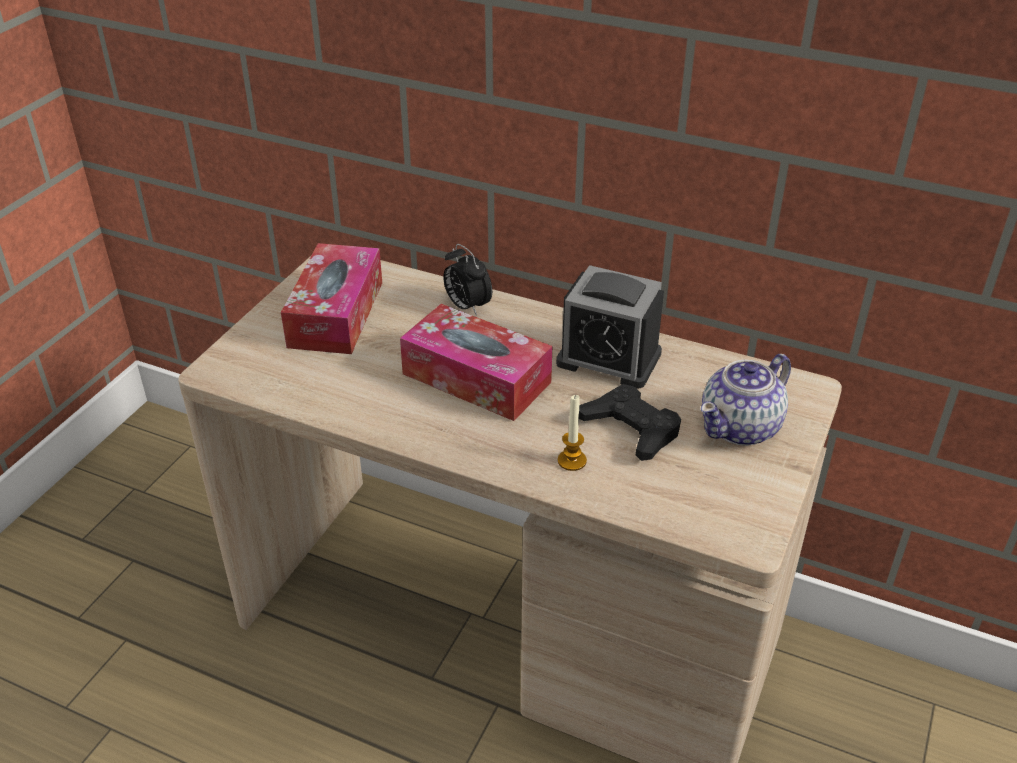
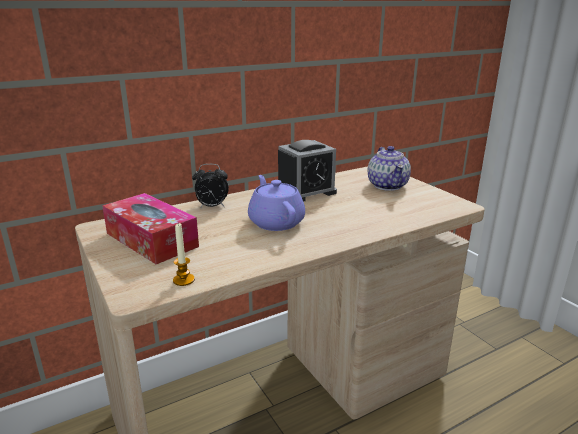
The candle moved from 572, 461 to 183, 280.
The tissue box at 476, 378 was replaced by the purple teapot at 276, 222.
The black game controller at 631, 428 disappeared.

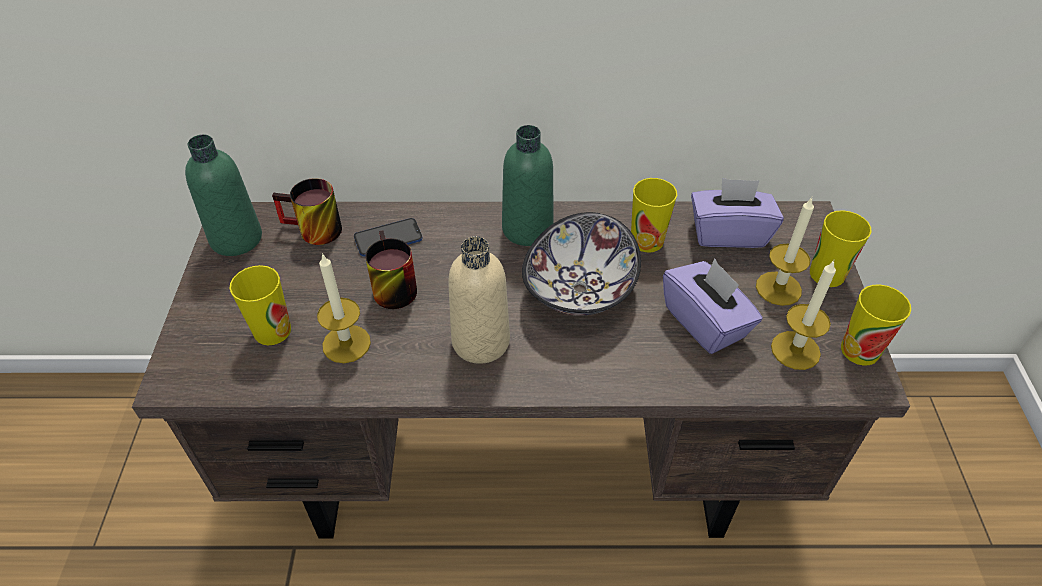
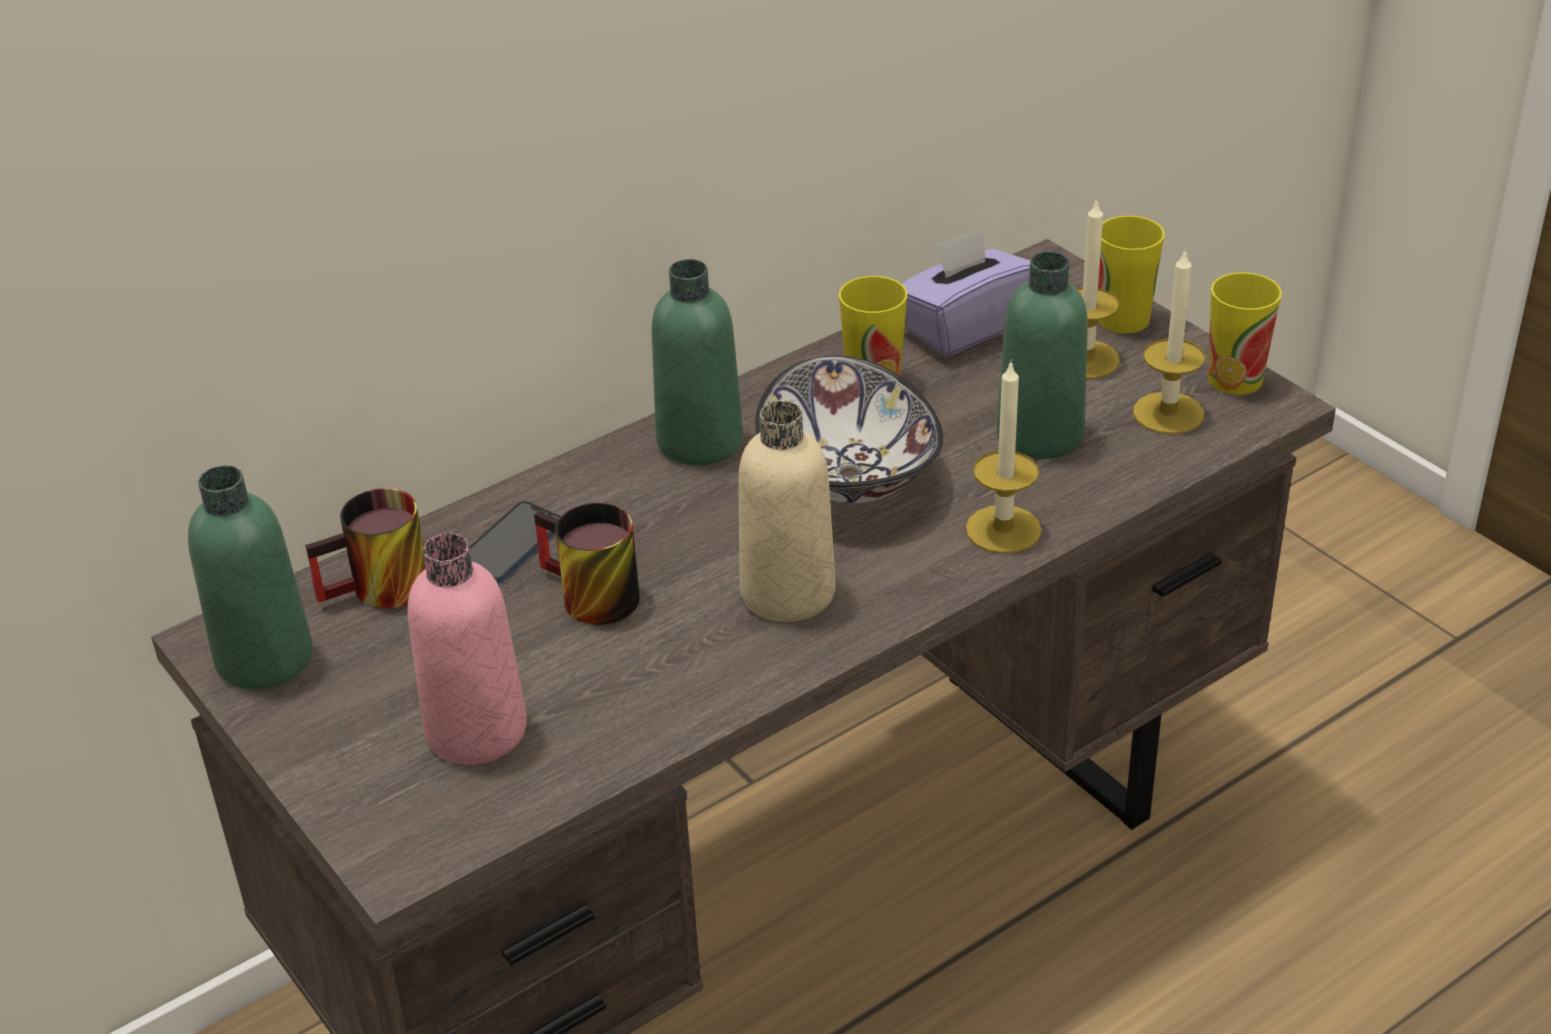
The cup at 272, 331 was replaced by the pink bottle at 476, 731.
The candle moved from 346, 344 to 1003, 529.
The purple tissue box at 705, 322 was replaced by the green bottle at 1040, 435.

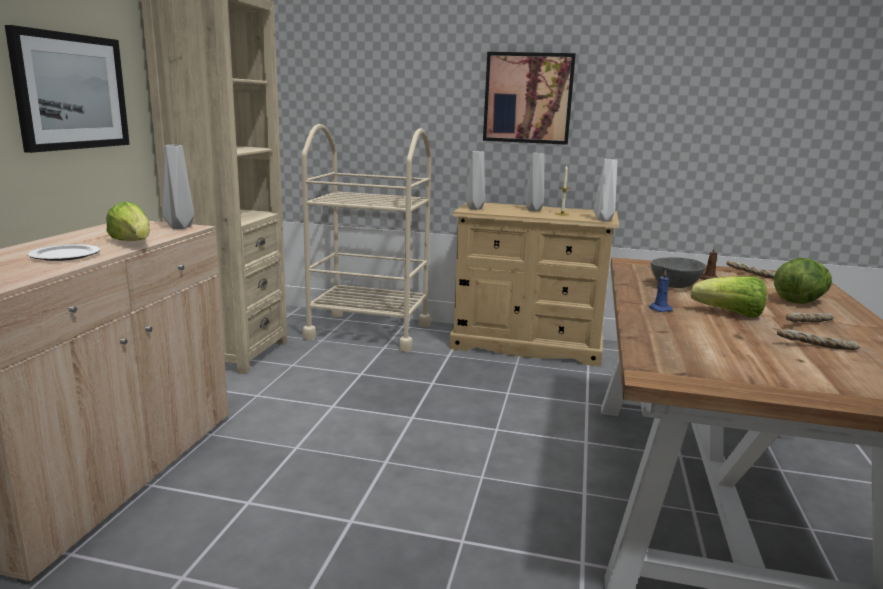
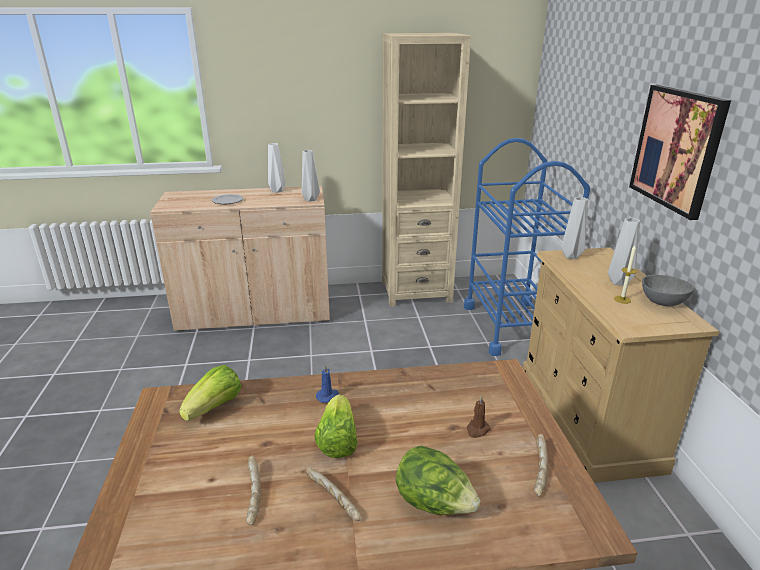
The lettuce moved from 133, 243 to 215, 407.
The white vase moved from 604, 220 to 277, 191.
The beige cart at 369, 331 became the blue cart at 511, 326.
The grey bowl moved from 676, 286 to 663, 303.
The picture at 71, 92 disappeared.

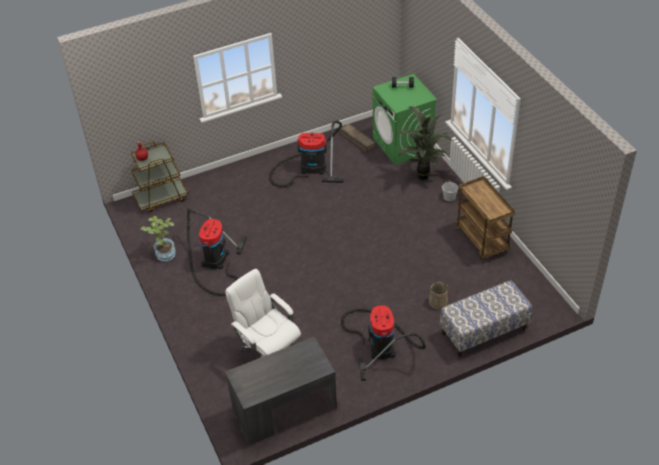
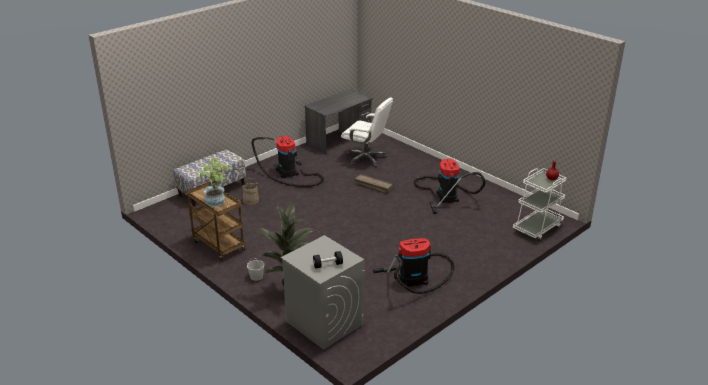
The potted plant moved from 164, 252 to 217, 202.
The green washing machine at 402, 144 became the grey washing machine at 324, 322.
The crate moved from 358, 139 to 373, 186.
The brown cart at 161, 198 became the white cart at 537, 228.

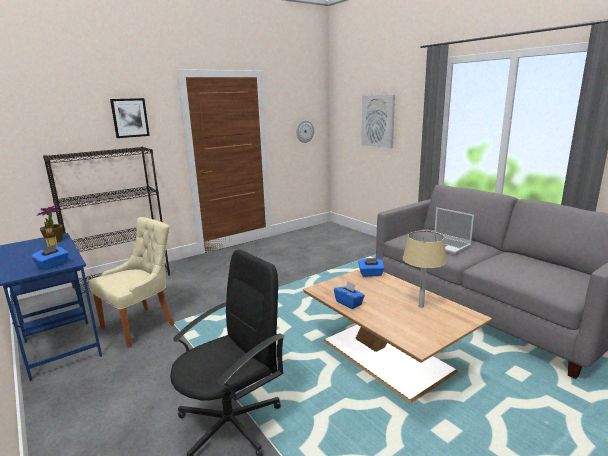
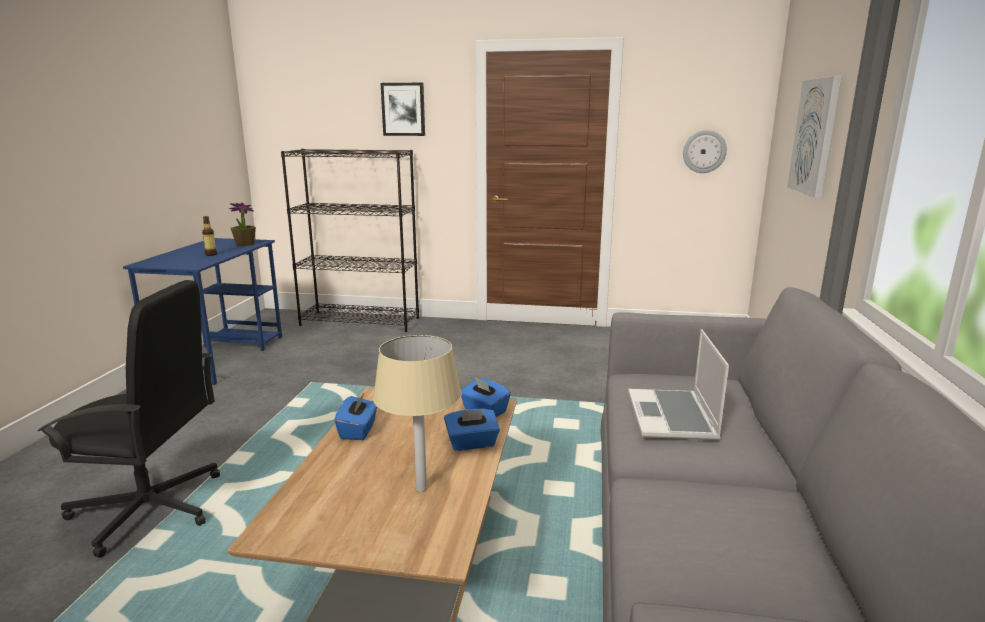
The blue tissue box moved from 53, 265 to 472, 443.
The beige chair at 141, 325 disappeared.

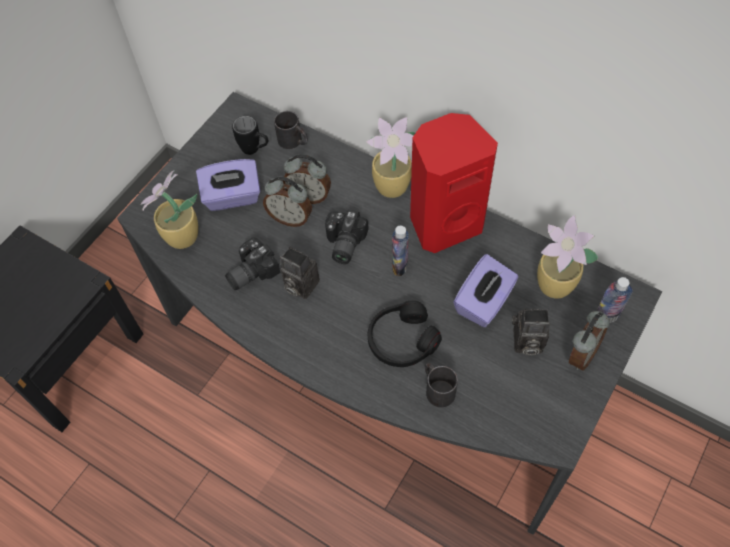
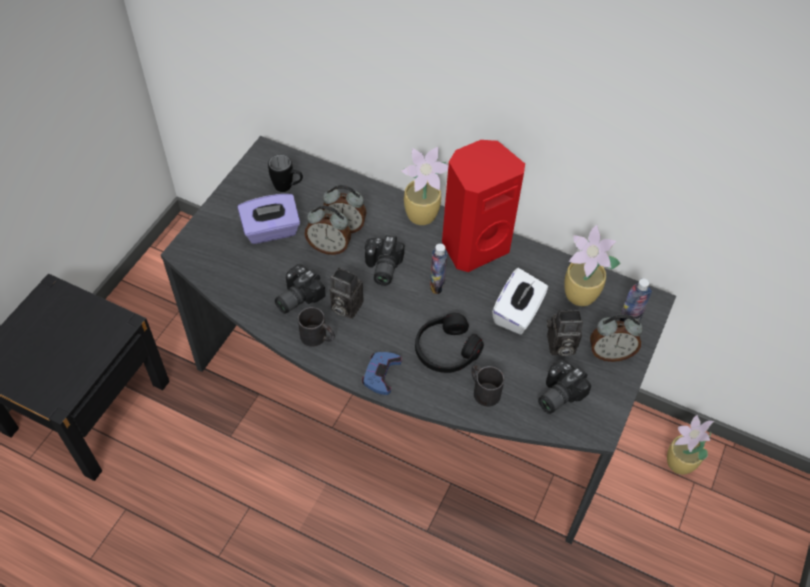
The black mug moved from 294, 141 to 318, 337.
The blue game controller at 381, 374 appeared.
The purple tissue box at 484, 302 became the white tissue box at 517, 313.
The photo camera at 556, 394 appeared.
The alarm clock at 581, 354 turned 60 degrees clockwise.
The potted plant moved from 180, 238 to 678, 464.

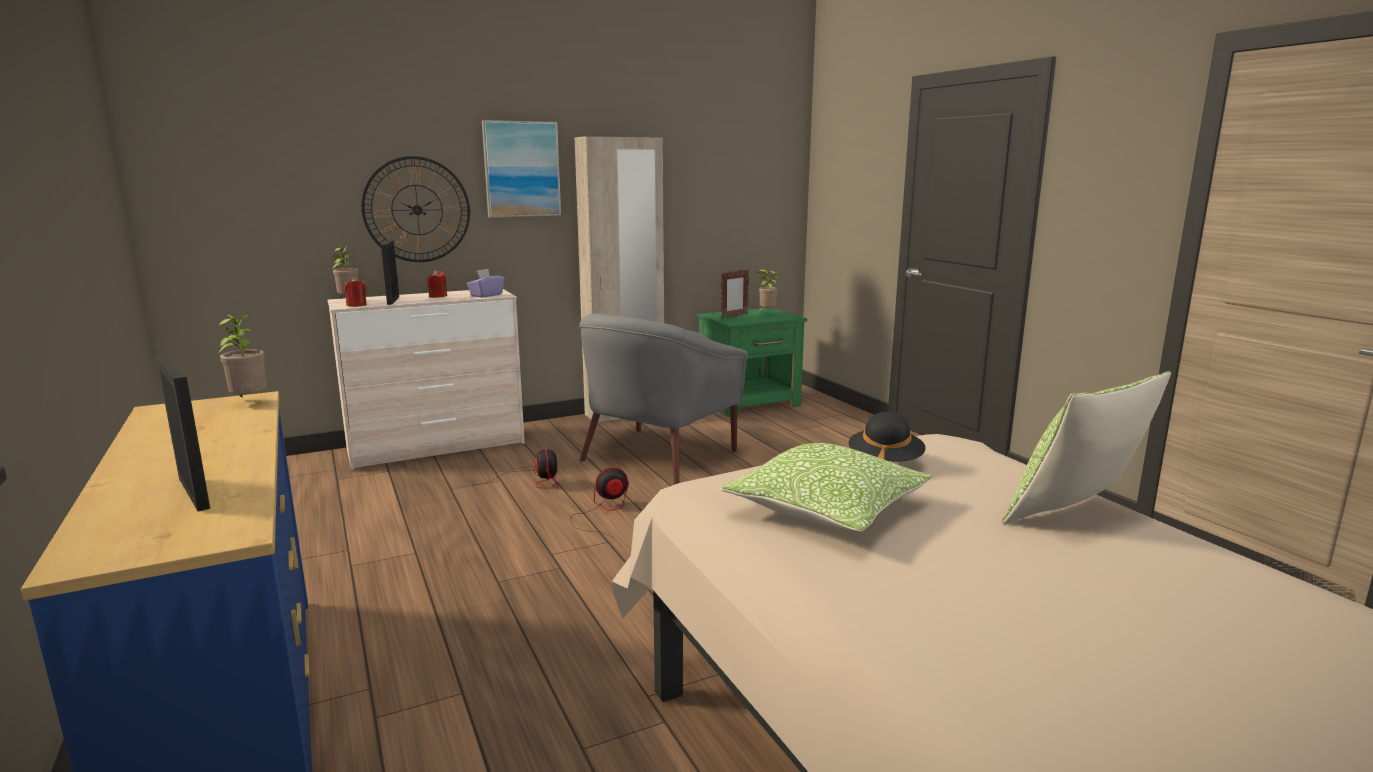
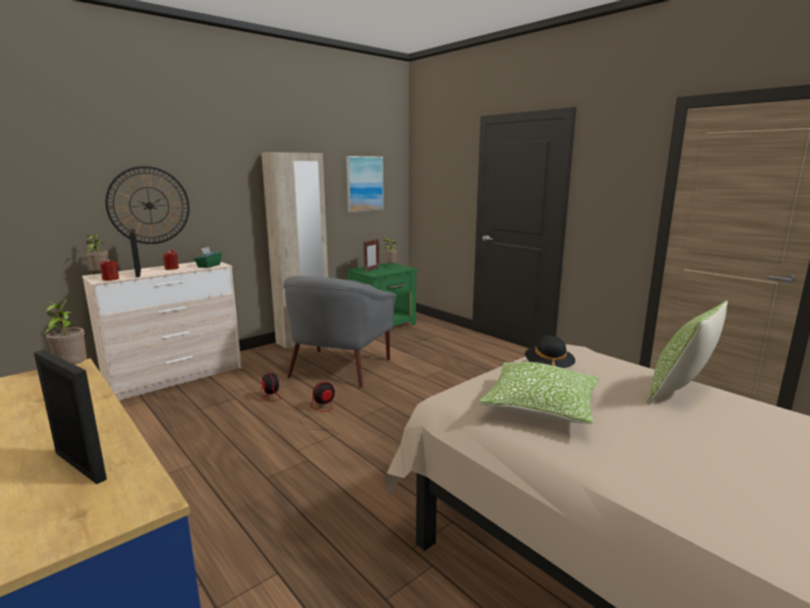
The purple tissue box at 486, 295 became the green tissue box at 208, 266.
The picture moved from 521, 169 to 364, 184.

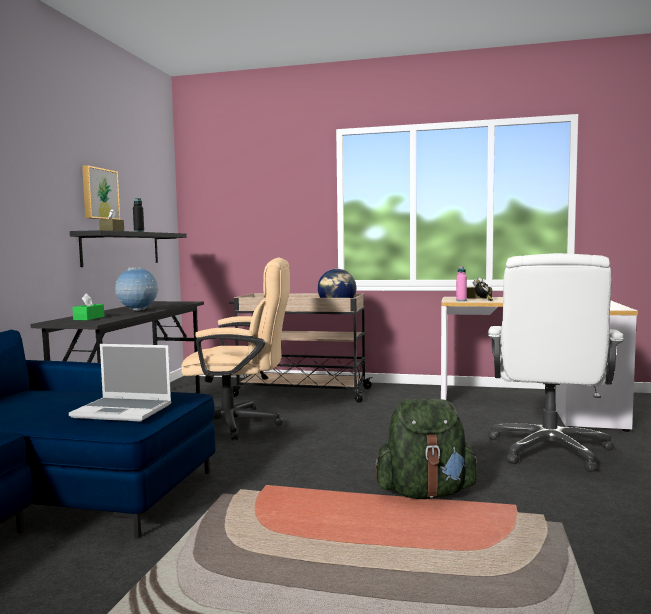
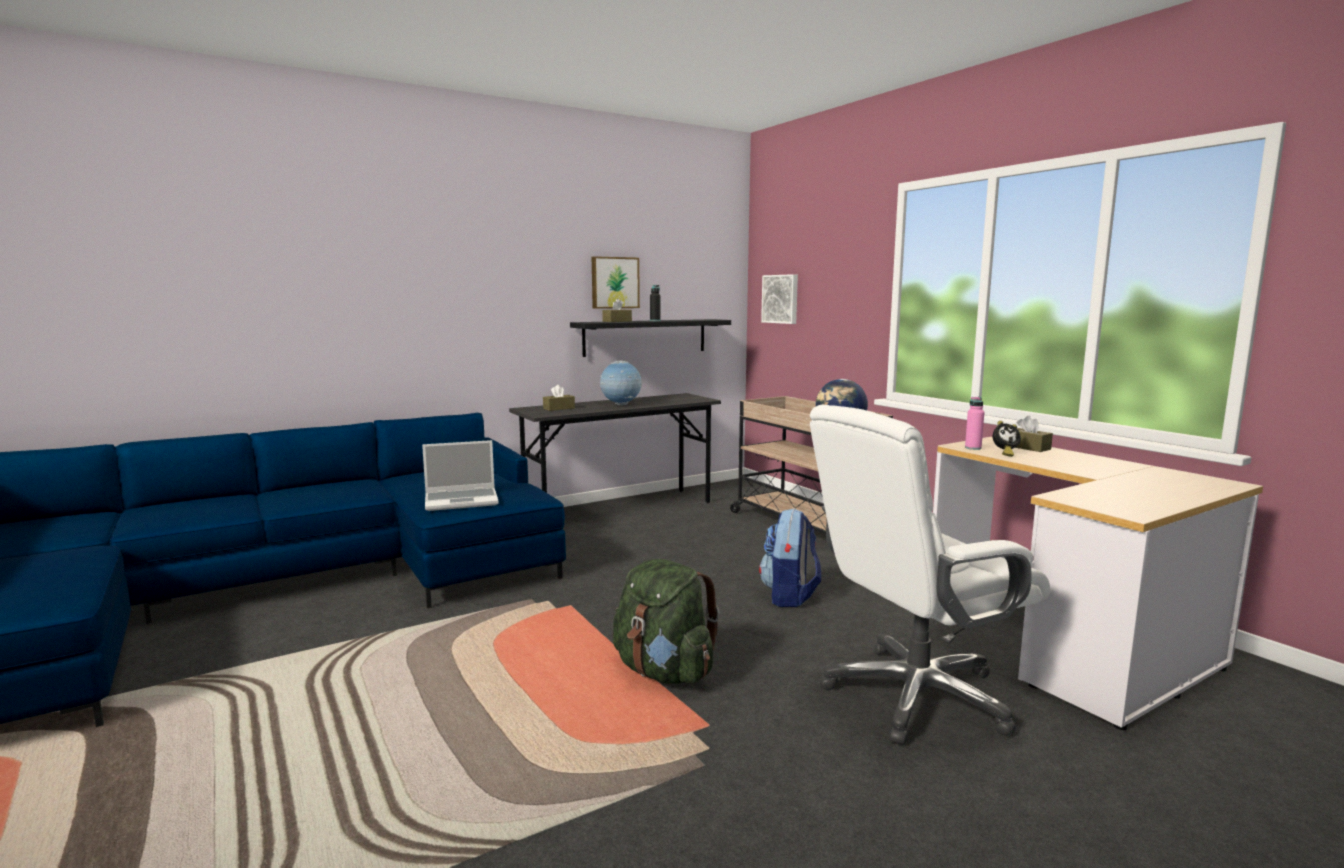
The laptop at 124, 411 turned 75 degrees counterclockwise.
The green tissue box at 89, 318 became the brown tissue box at 559, 408.
The backpack at 790, 596 appeared.
The picture at 781, 299 appeared.
The beige office chair at 239, 425 disappeared.

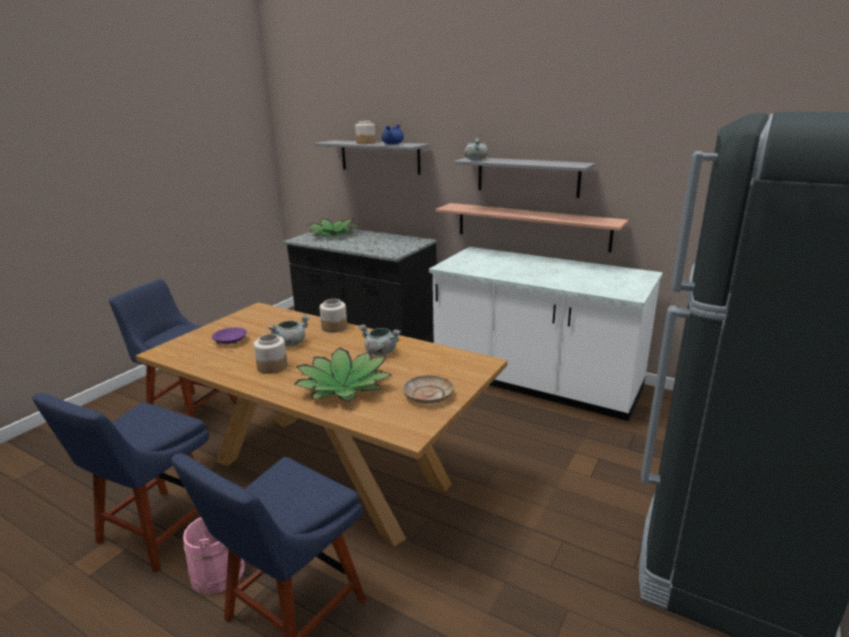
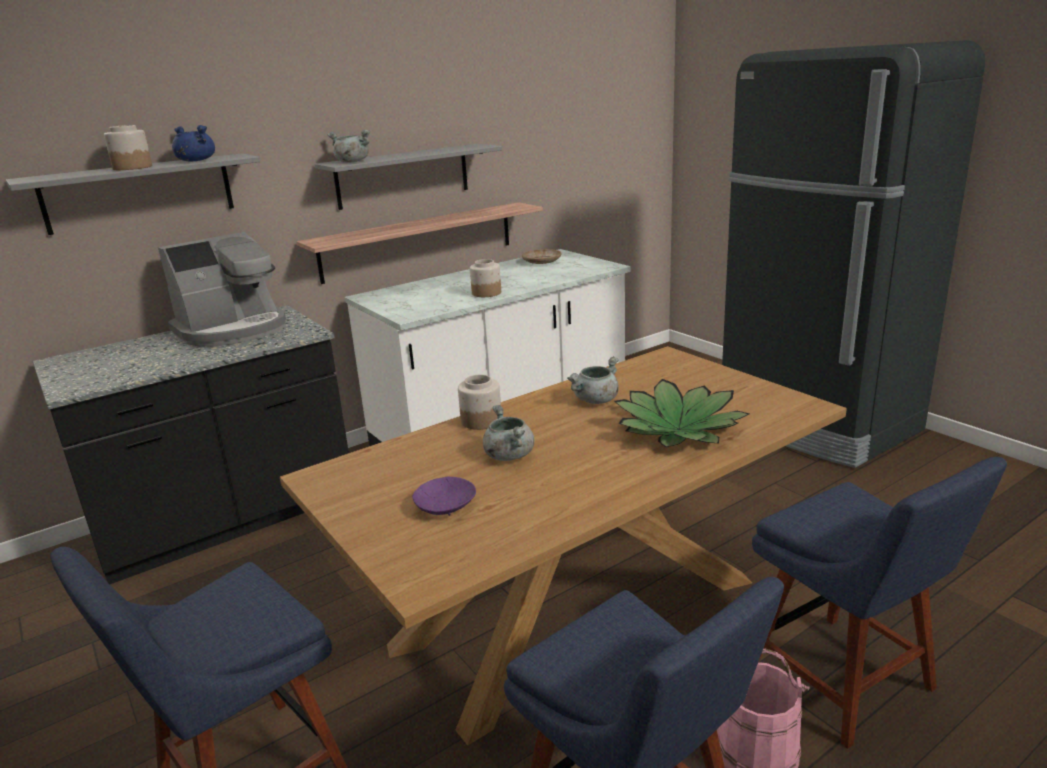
The coffee machine at 233, 330 appeared.
The jar moved from 272, 367 to 486, 293.
The beige plate moved from 428, 395 to 541, 261.
The potted plant at 333, 234 disappeared.

